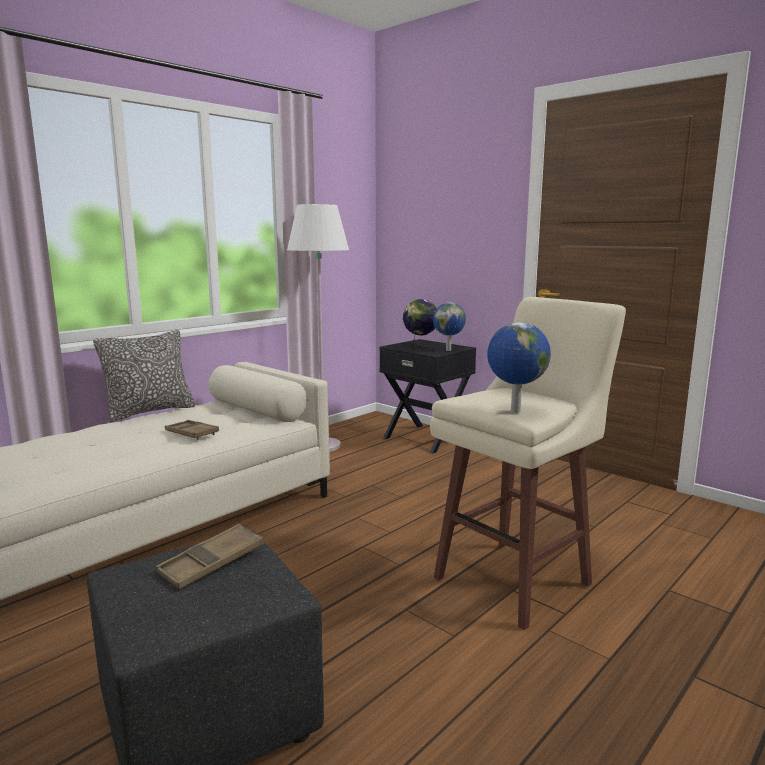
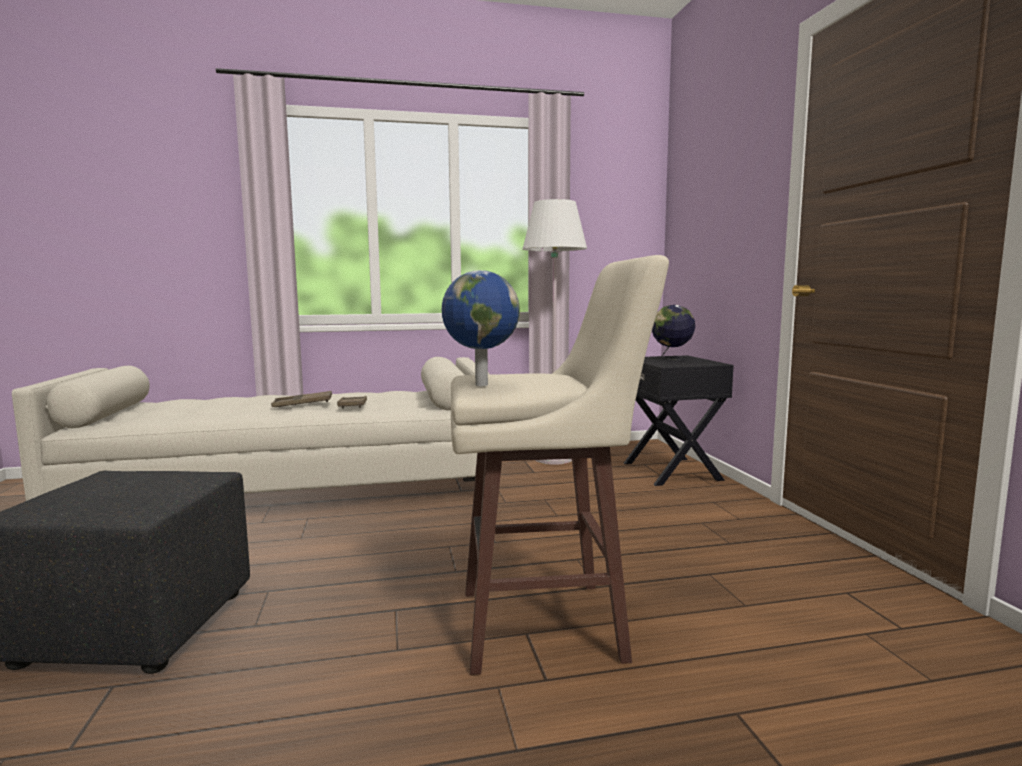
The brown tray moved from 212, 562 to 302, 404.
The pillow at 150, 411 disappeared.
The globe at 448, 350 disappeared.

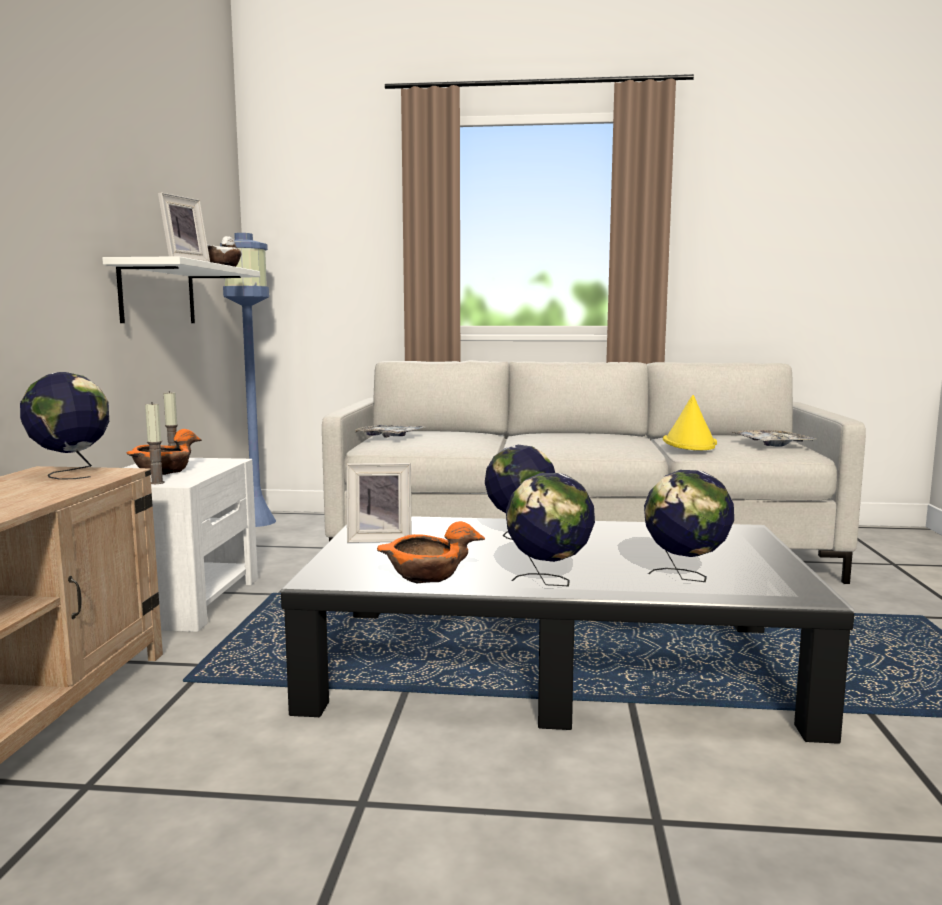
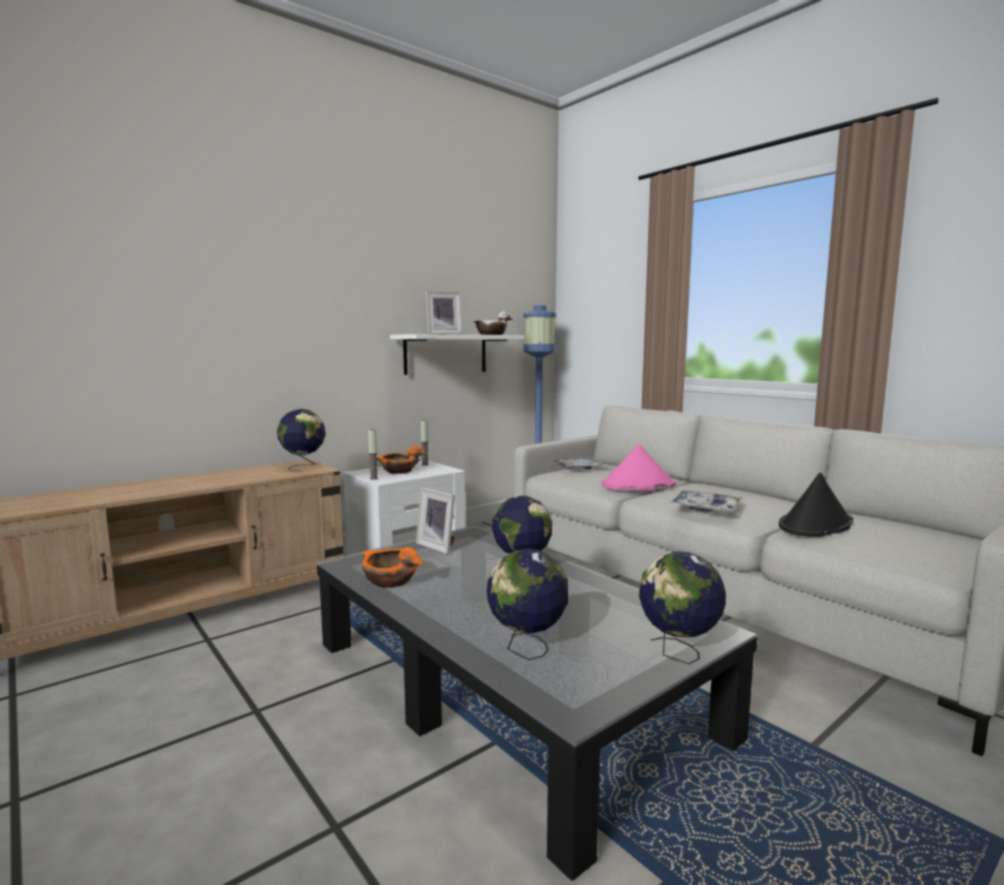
The pink hat at 638, 485 appeared.
The globe moved from 549, 582 to 678, 654.
The tray moved from 772, 444 to 705, 509.
The yellow hat at 689, 443 became the black hat at 815, 525.

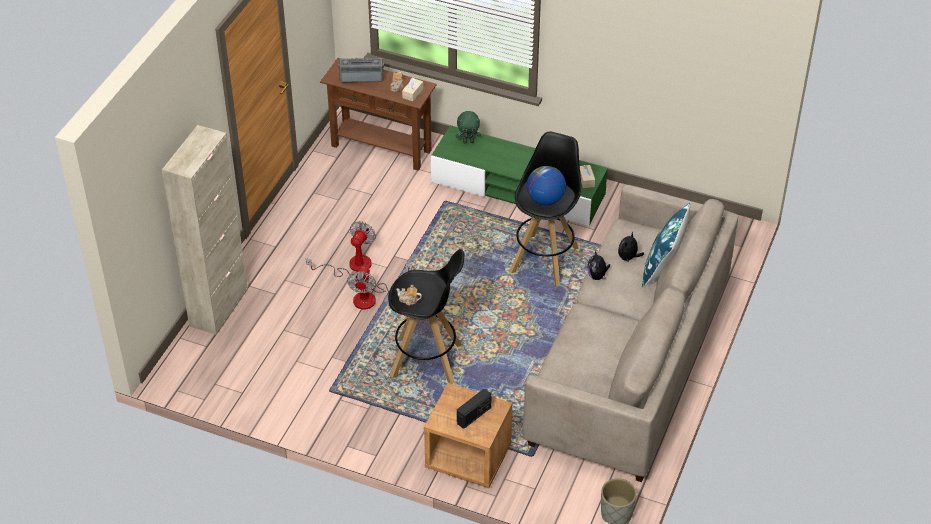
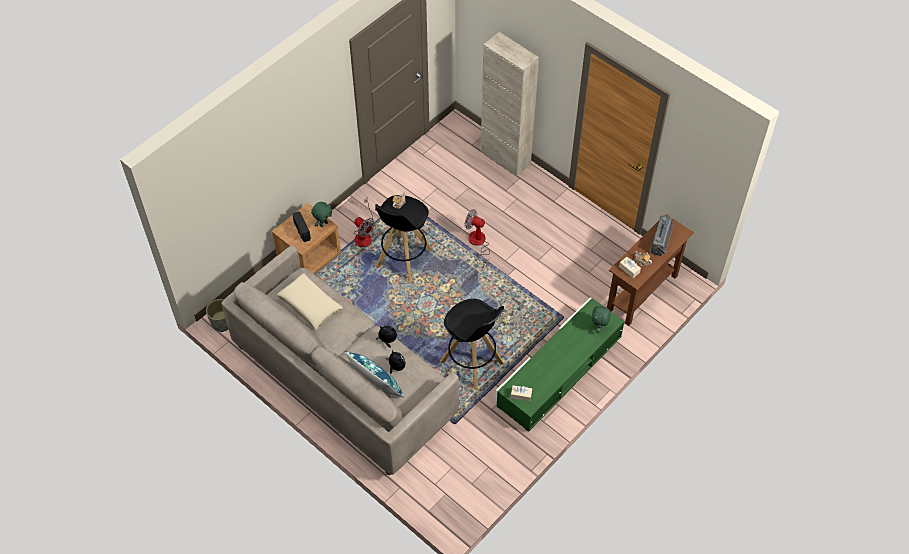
The beige pillow at 310, 305 appeared.
The green plush toy at 323, 224 appeared.
The fan moved from 351, 265 to 364, 234.
The globe at 545, 200 disappeared.

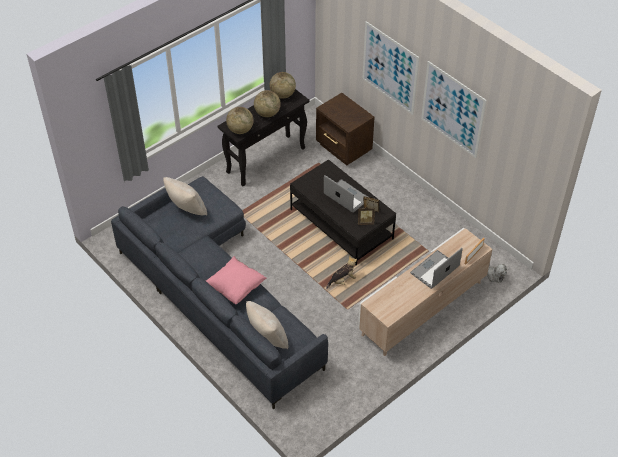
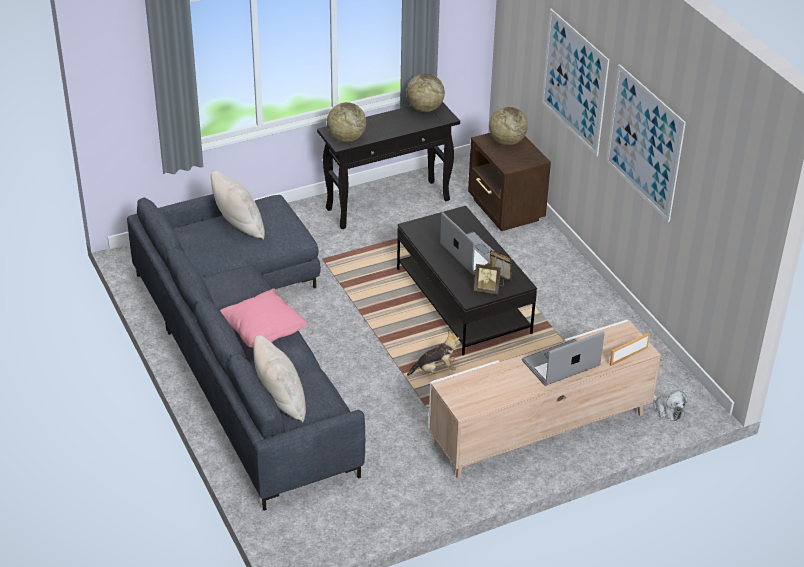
The globe moved from 267, 113 to 507, 142.

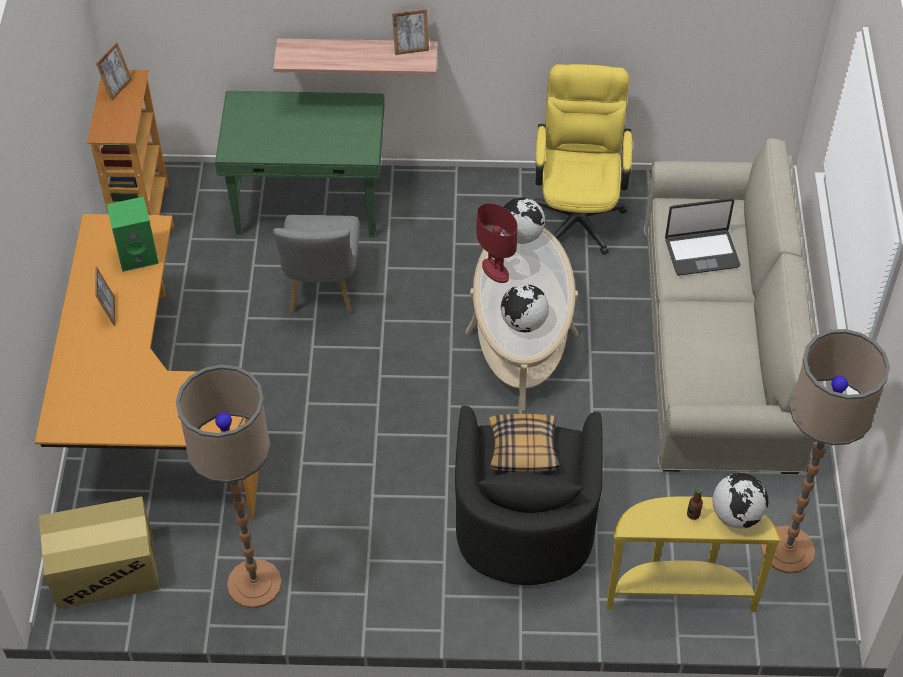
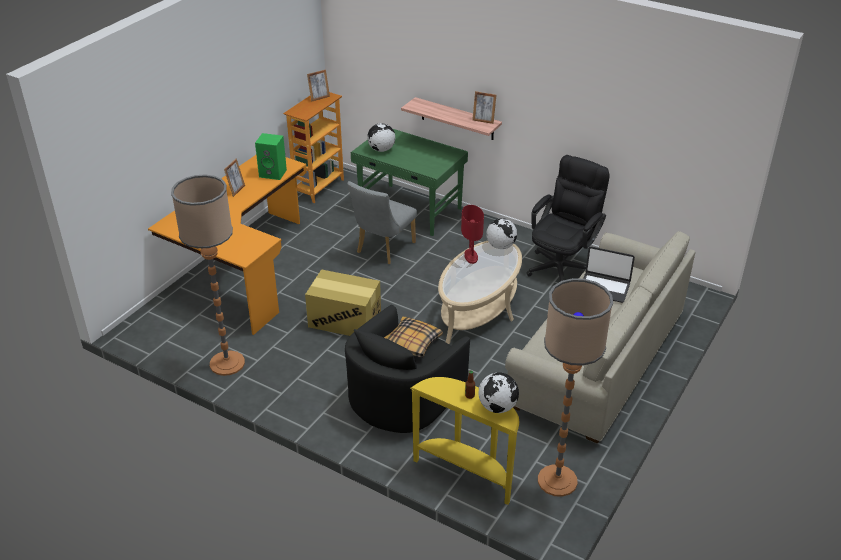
The cardboard box moved from 105, 569 to 345, 320.
The globe moved from 523, 323 to 381, 149.
The yellow office chair at 578, 212 became the black office chair at 562, 264.

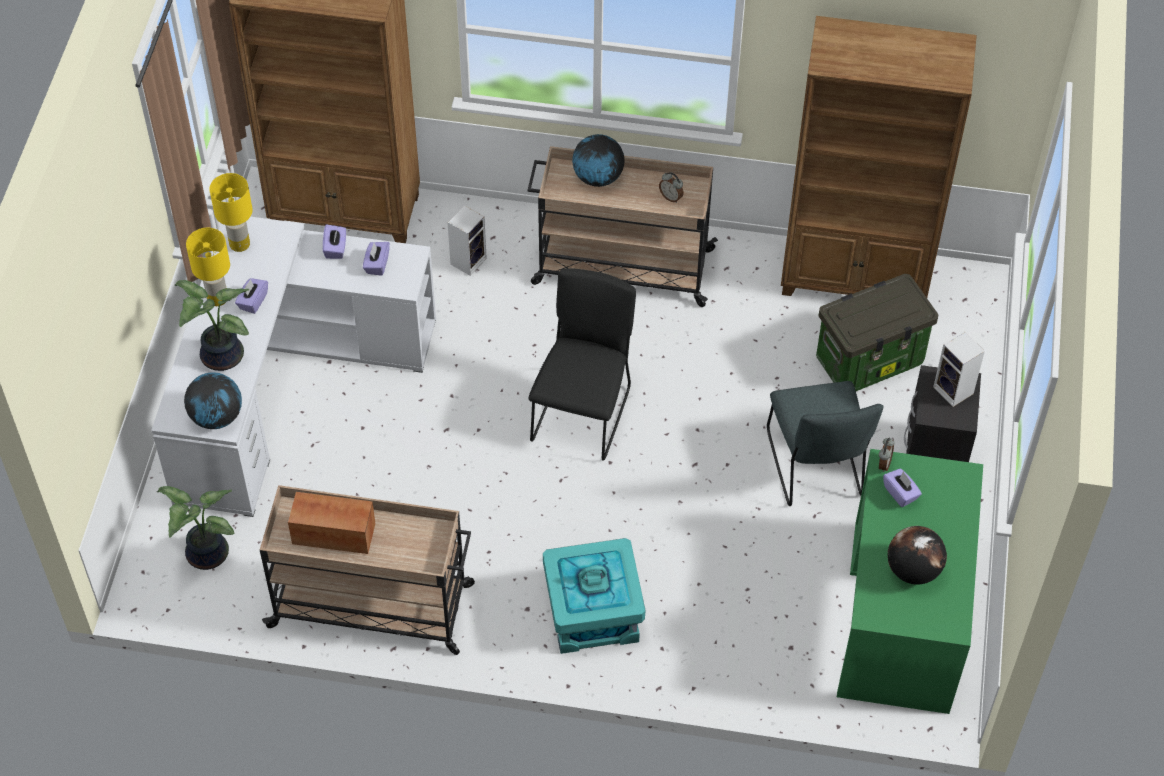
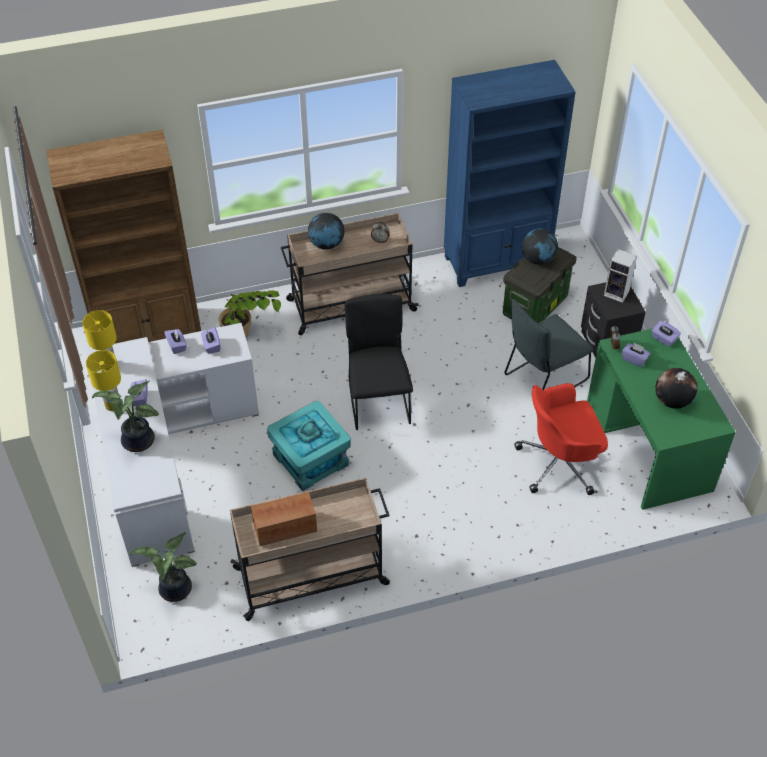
The speaker at 468, 260 was replaced by the potted plant at 249, 336.
The turquoise storage box moved from 593, 614 to 311, 460.
The brown bookcase at 855, 279 became the blue bookcase at 497, 263.
The grey chair at 815, 468 turned 90 degrees clockwise.
The red office chair at 560, 463 appeared.
The globe moved from 217, 417 to 538, 259.
The purple tissue box at 663, 339 appeared.

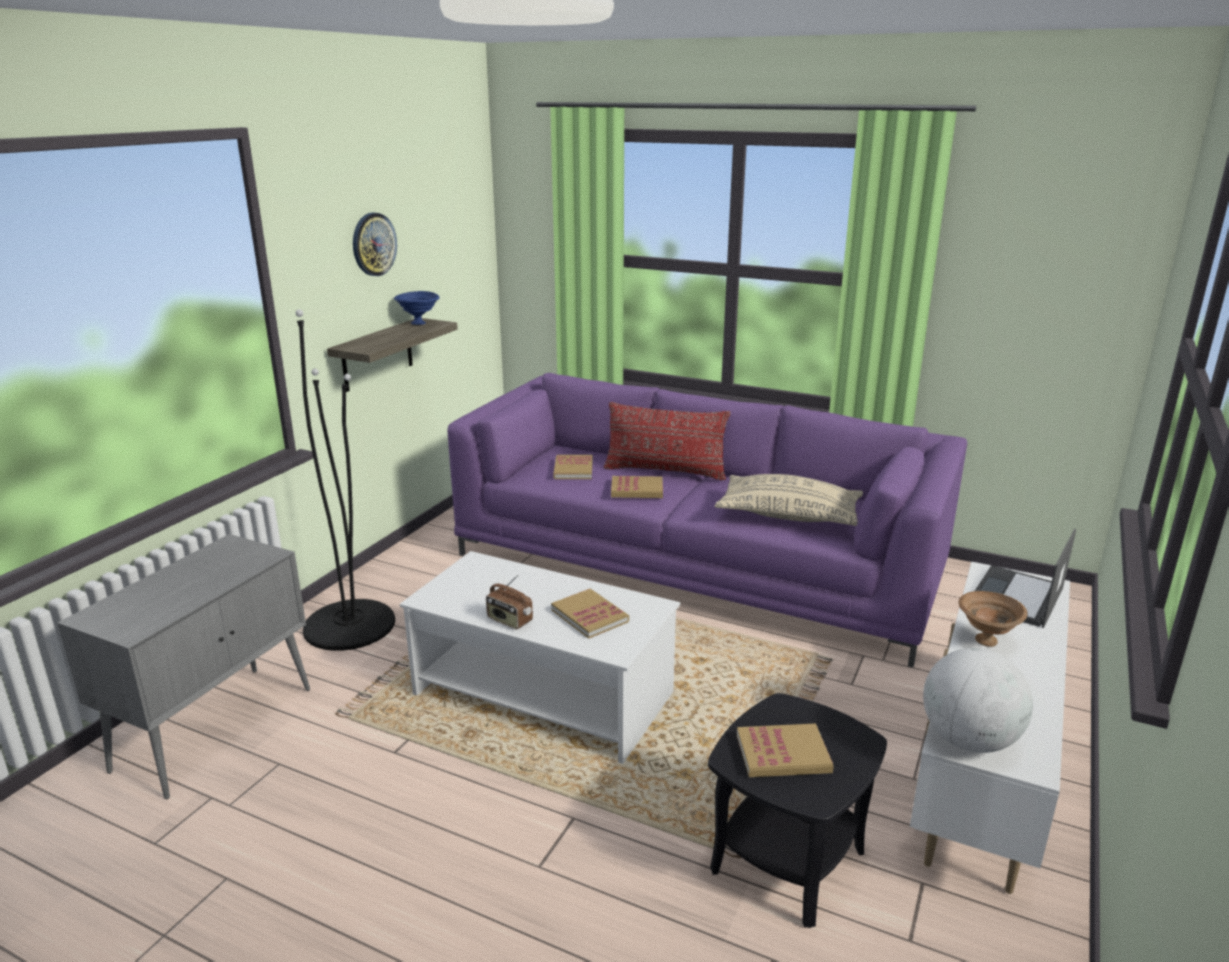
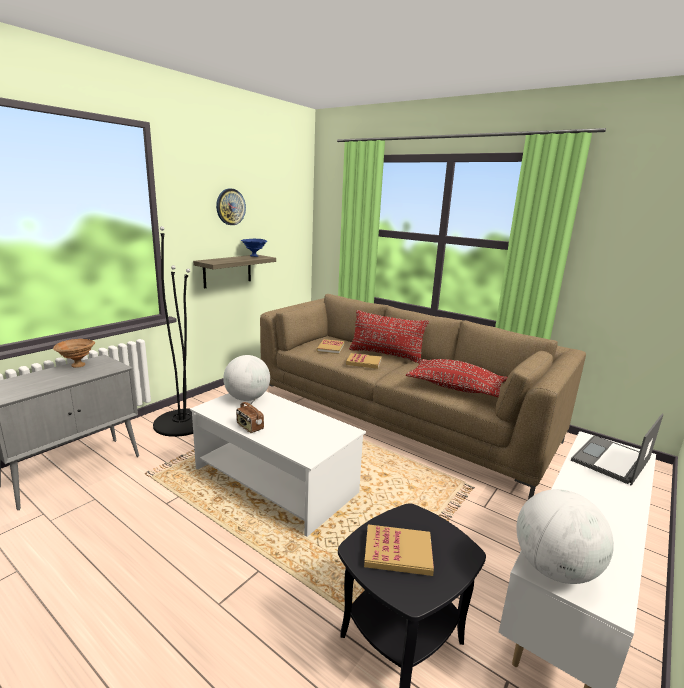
The brown bowl moved from 986, 642 to 77, 365.
The globe at 247, 398 appeared.
The purple sofa at 696, 564 became the brown sofa at 400, 416.
The beige pillow at 789, 516 became the red pillow at 455, 387.
The book at 589, 616 disappeared.

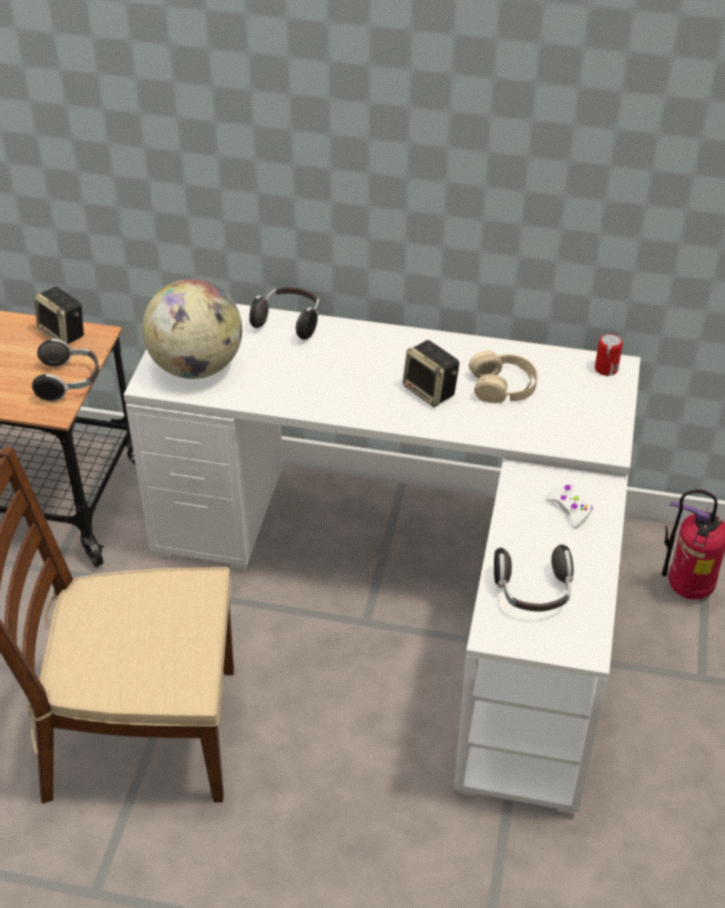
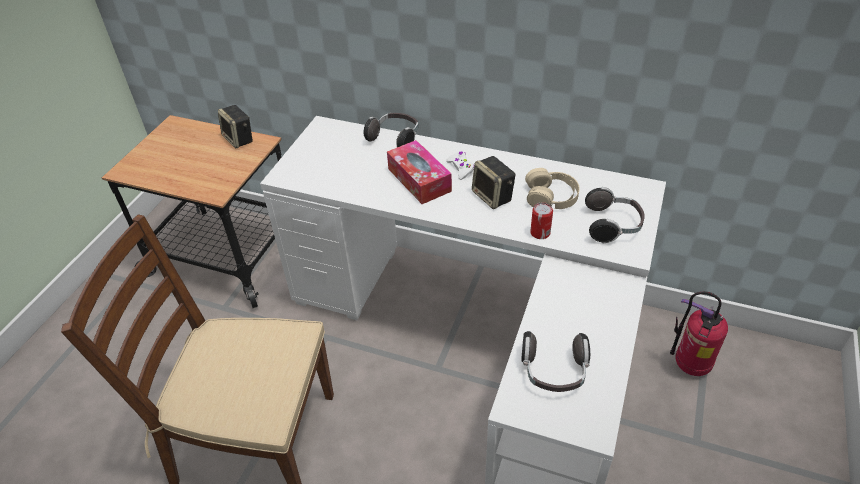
The tissue box at 419, 180 appeared.
The white game controller moved from 569, 509 to 461, 168.
The can moved from 606, 369 to 540, 233.
The headphones moved from 69, 382 to 612, 226.
The globe at 197, 366 disappeared.

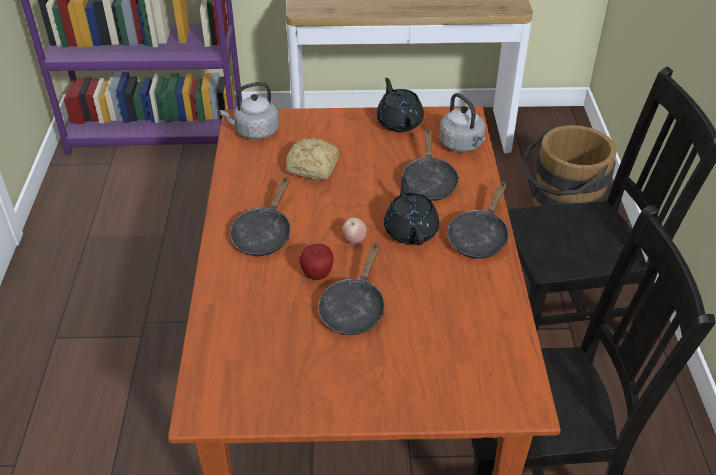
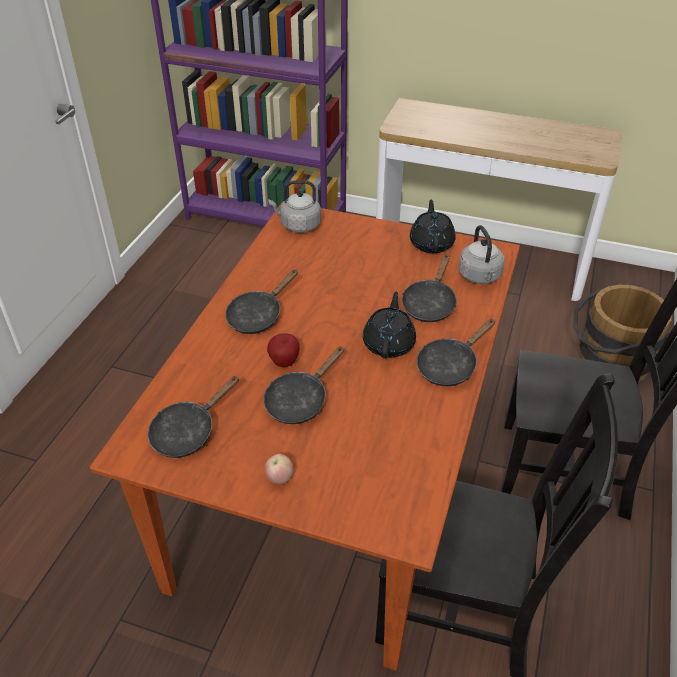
The black frying pan at 188, 432 appeared.
The apple moved from 354, 240 to 280, 478.
The bread at 314, 168 disappeared.

